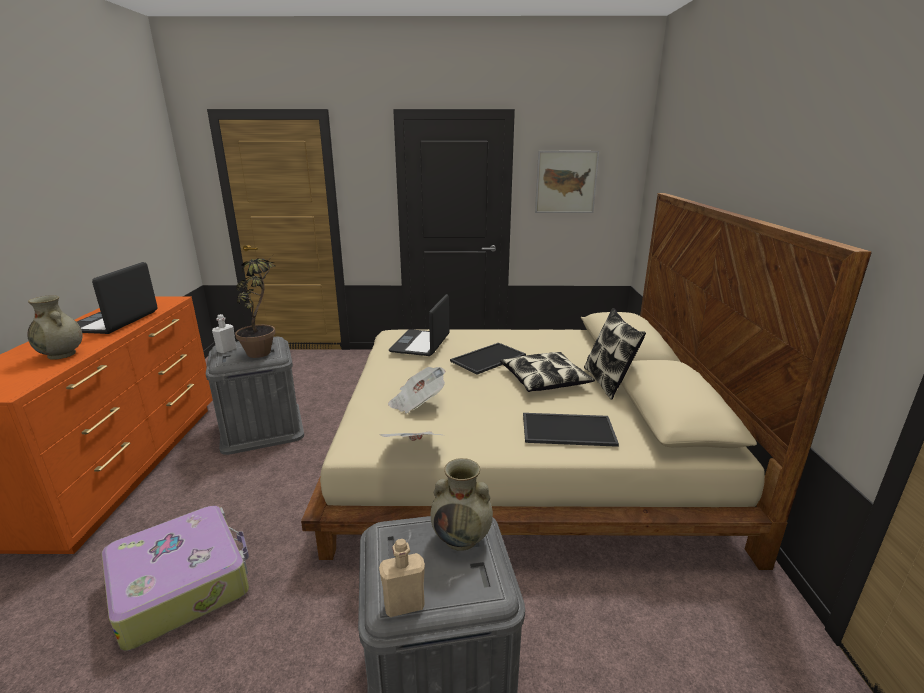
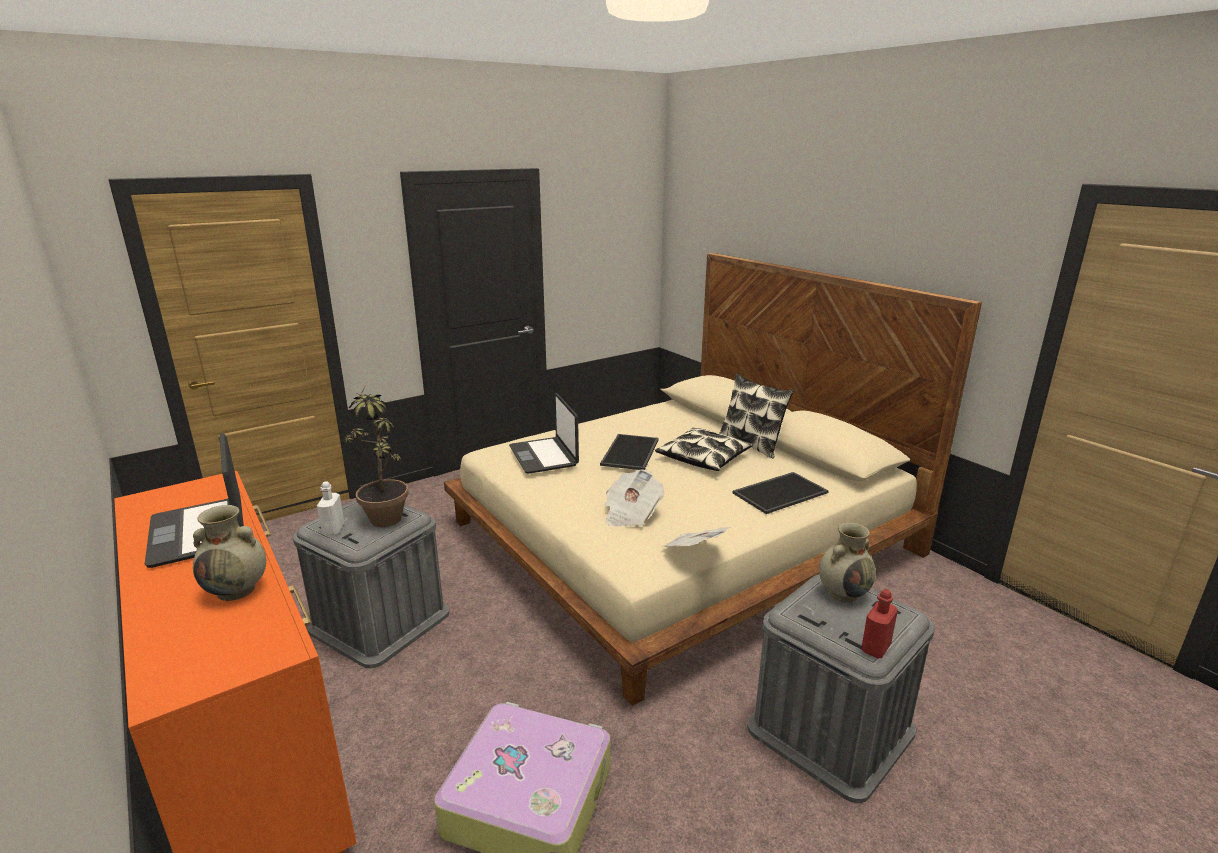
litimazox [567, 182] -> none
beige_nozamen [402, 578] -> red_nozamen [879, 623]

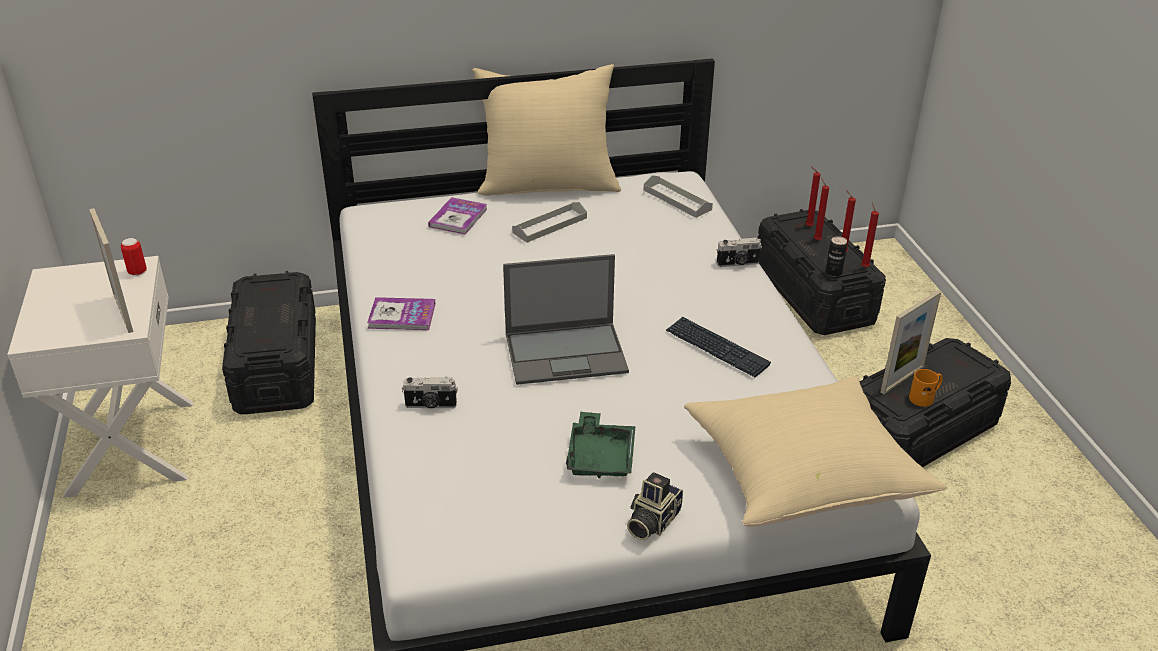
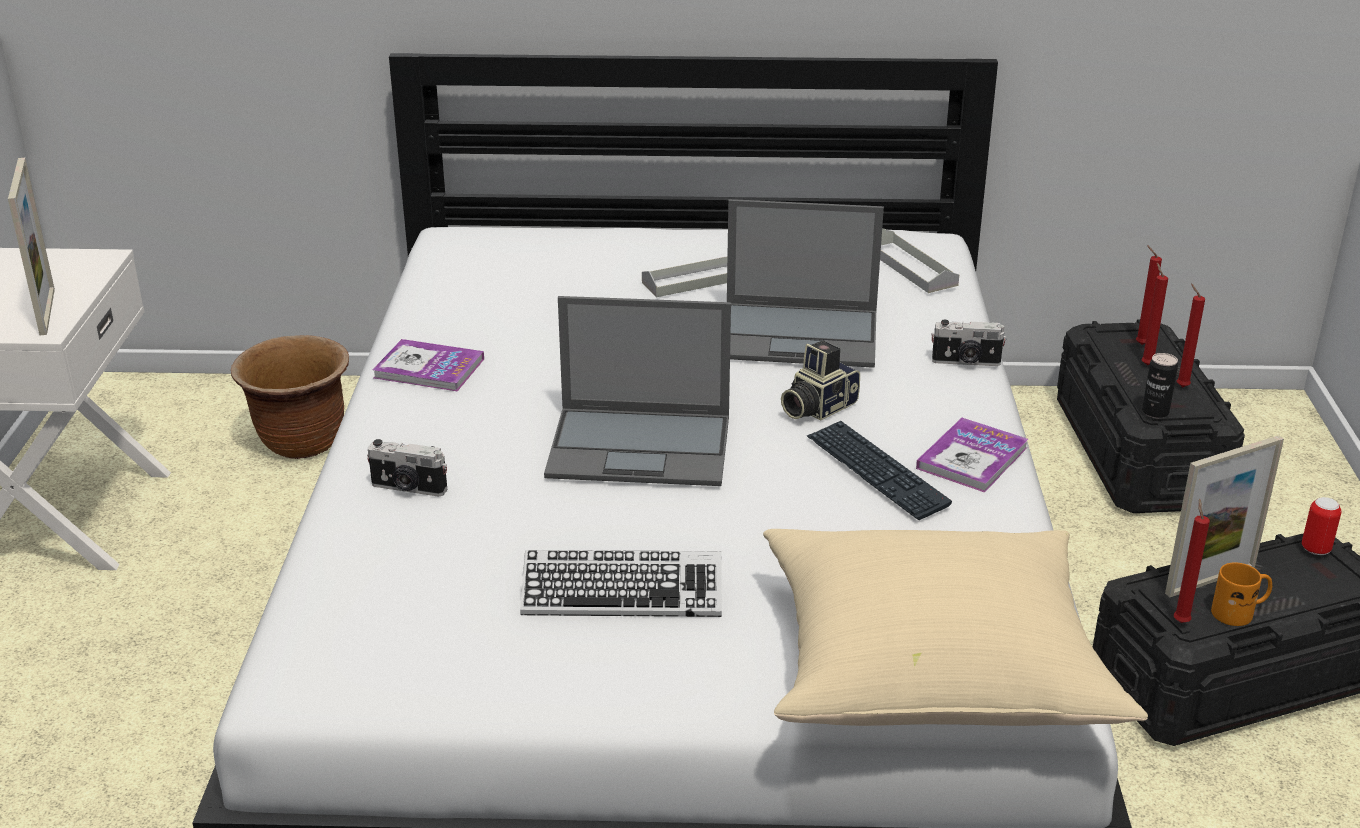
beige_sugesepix [546, 130] -> none
none -> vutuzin [805, 283]
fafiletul [134, 257] -> fafiletul [1321, 526], relocated
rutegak [457, 215] -> rutegak [972, 455], relocated
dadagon [655, 506] -> dadagon [820, 380], relocated
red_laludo [870, 235] -> red_laludo [1192, 561], relocated
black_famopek [269, 342] -> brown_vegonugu [290, 397]
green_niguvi [600, 445] -> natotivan [621, 583]

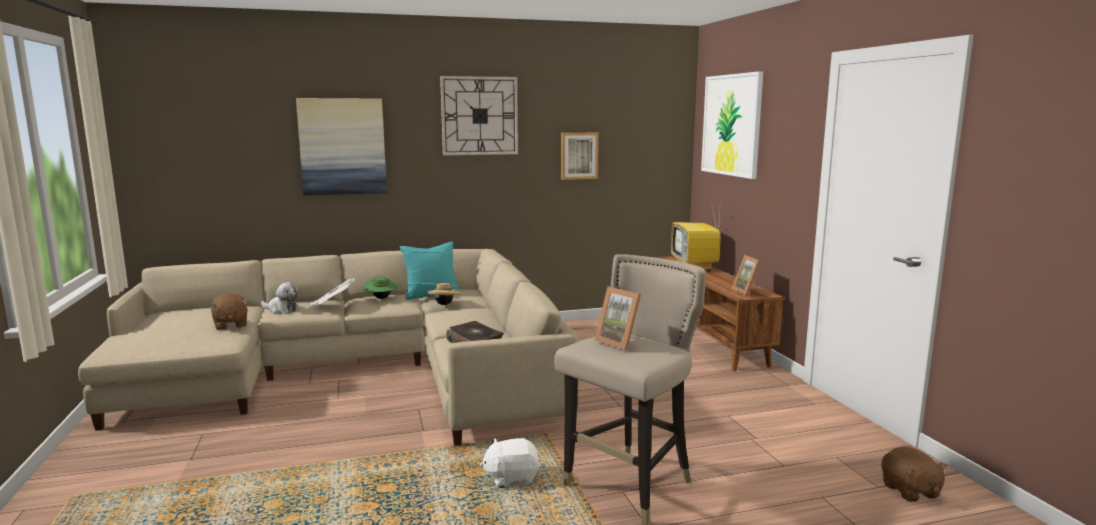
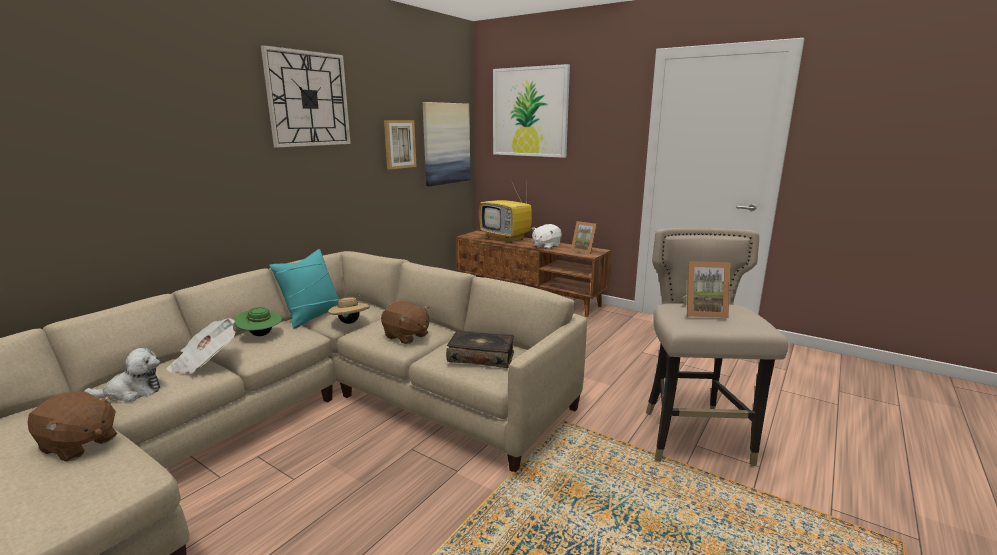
litimazox [341, 147] -> litimazox [446, 144], relocated
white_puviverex [510, 463] -> white_puviverex [547, 237], relocated
brown_puviverex [914, 474] -> brown_puviverex [405, 322], relocated

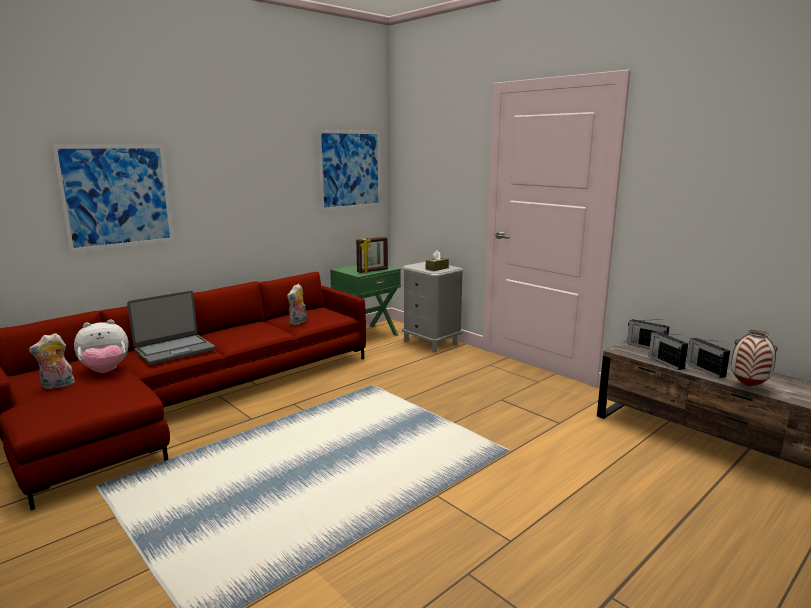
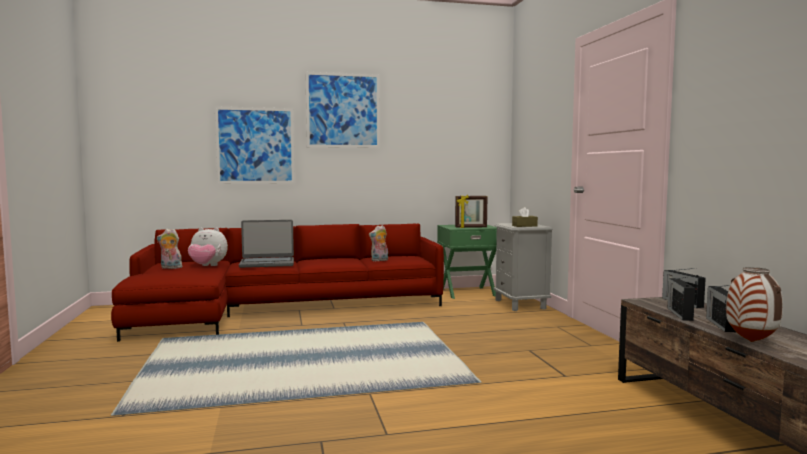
litimazox [349, 170] -> litimazox [342, 110], relocated

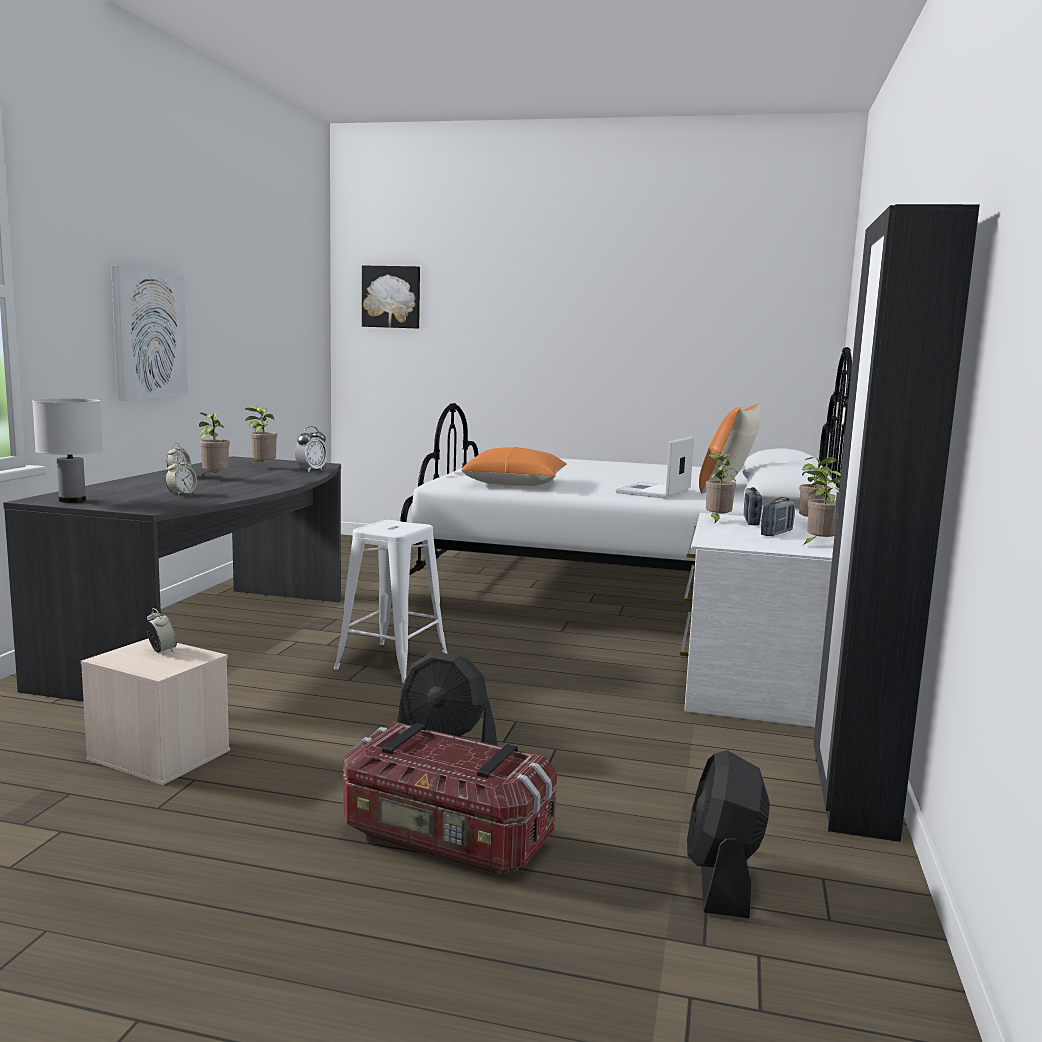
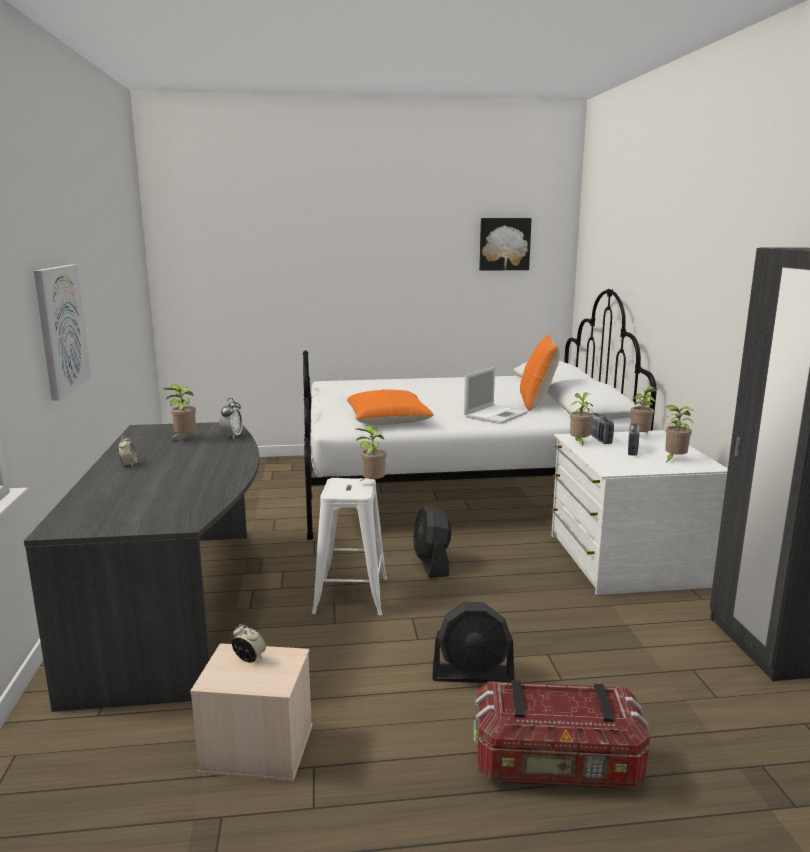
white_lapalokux [67, 450] -> none
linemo [181, 476] -> none
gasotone [214, 444] -> gasotone [371, 453], relocated
litimazox [391, 297] -> litimazox [505, 244], relocated
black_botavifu [728, 834] -> black_botavifu [432, 541], relocated
vutuzin [654, 468] -> vutuzin [496, 395], 150 degrees counterclockwise

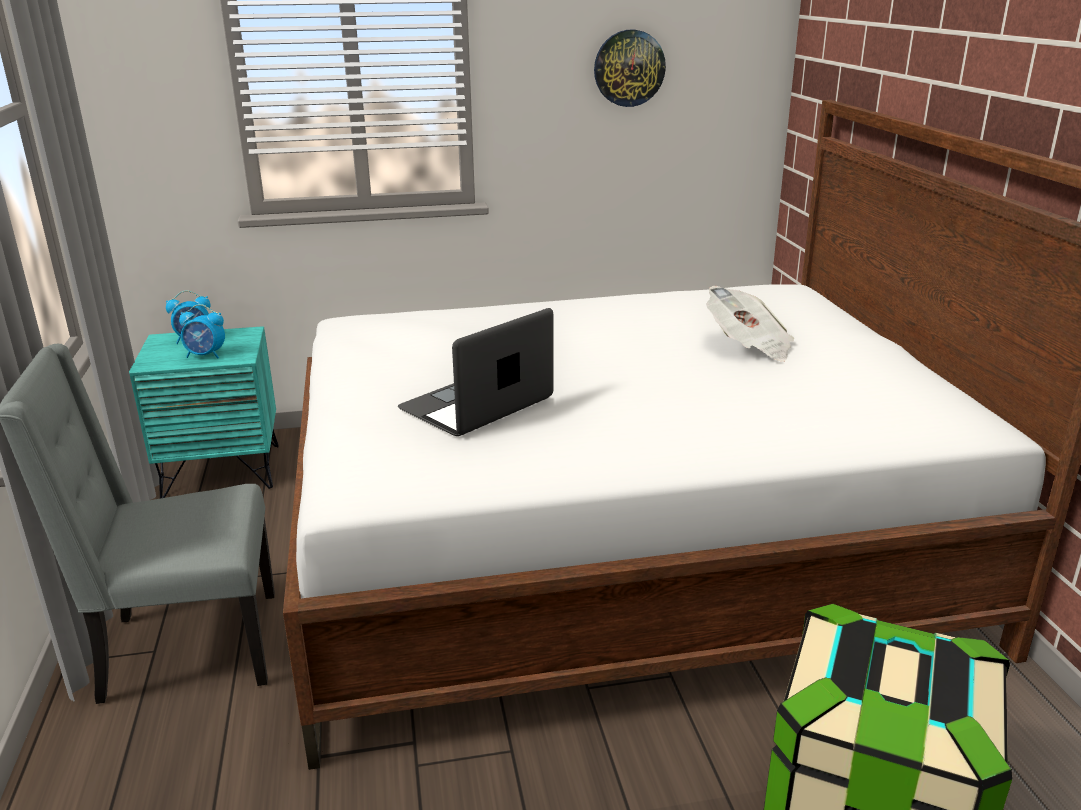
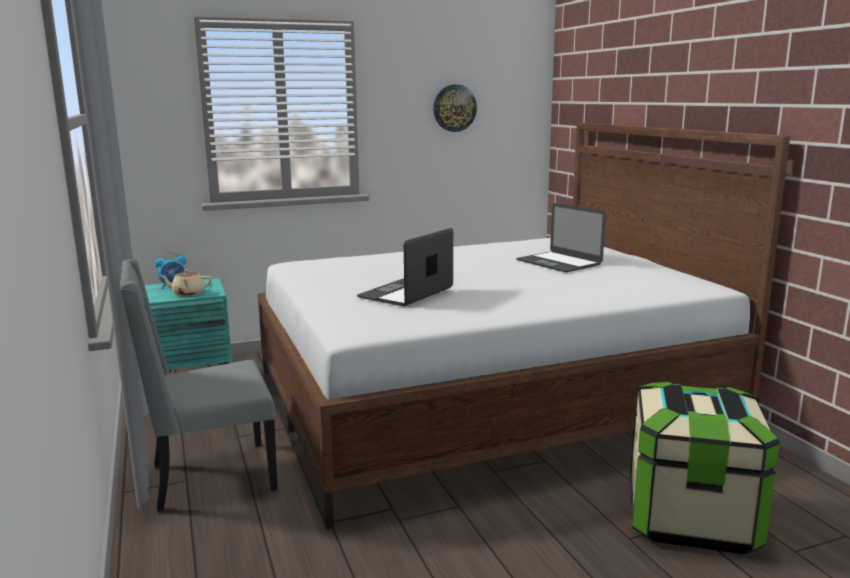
linemo [202, 331] -> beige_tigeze [185, 282]
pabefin [750, 324] -> vutuzin [561, 237]

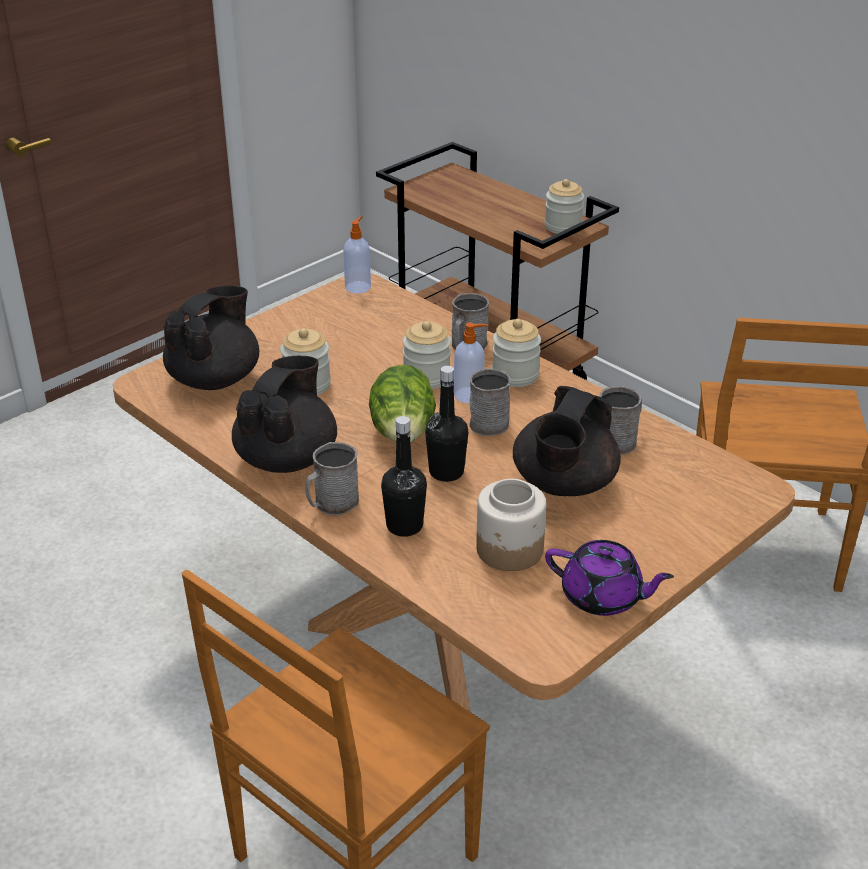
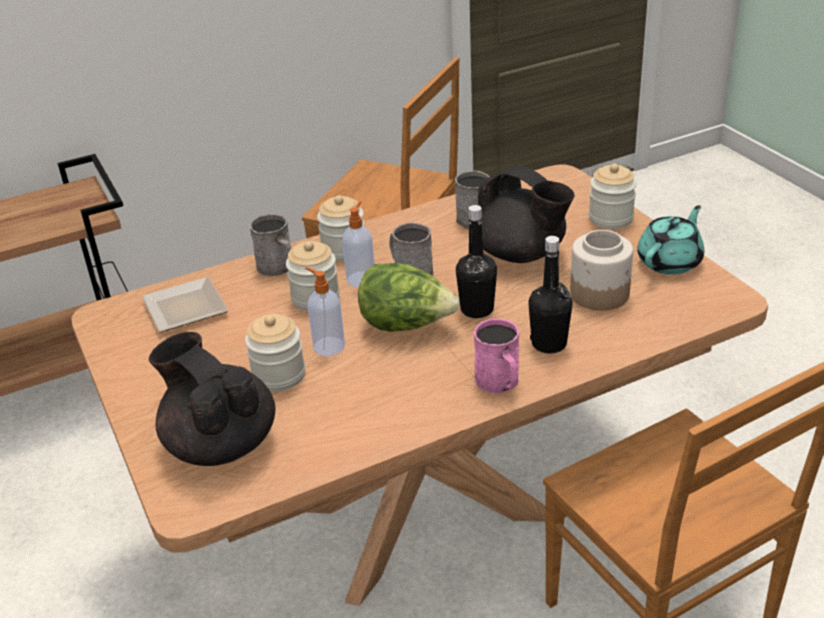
black_tigeze [284, 414] -> none
none -> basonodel [185, 305]
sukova [357, 254] -> sukova [325, 311], relocated
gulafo [564, 206] -> gulafo [613, 196], relocated
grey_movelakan [332, 478] -> pink_movelakan [496, 355]
purple_tigeze [609, 578] -> turquoise_tigeze [670, 240]

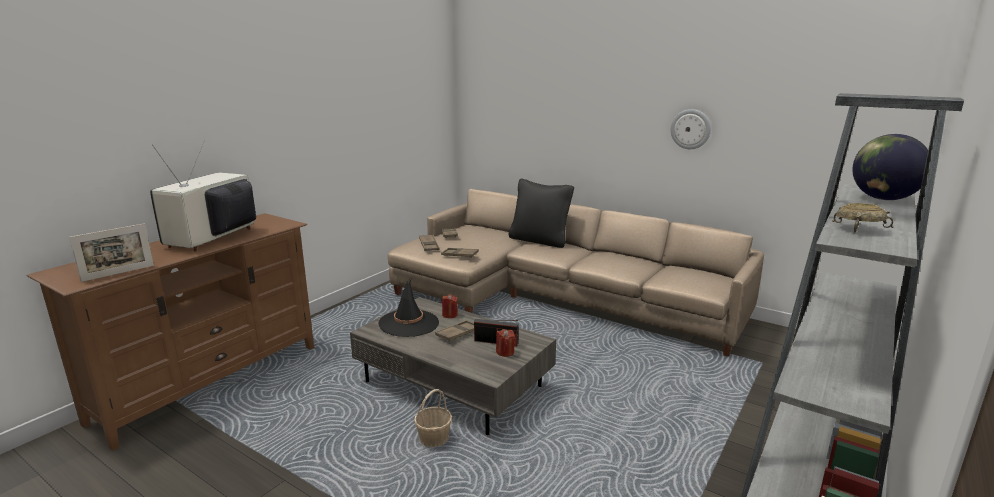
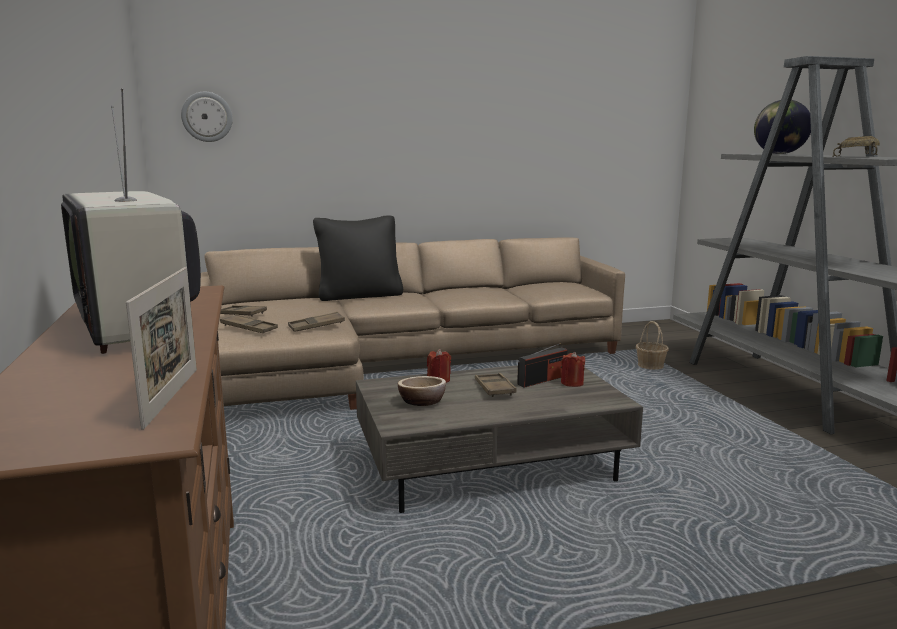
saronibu [433, 418] -> saronibu [652, 345], relocated
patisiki [691, 129] -> patisiki [207, 117], relocated
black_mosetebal [408, 308] -> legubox [422, 391]

